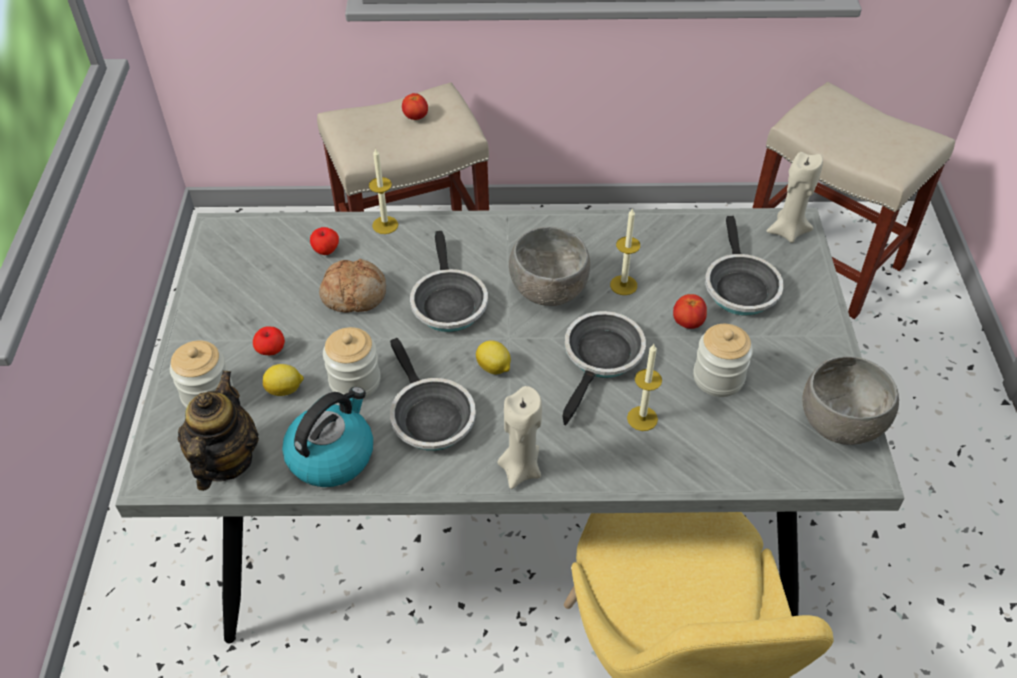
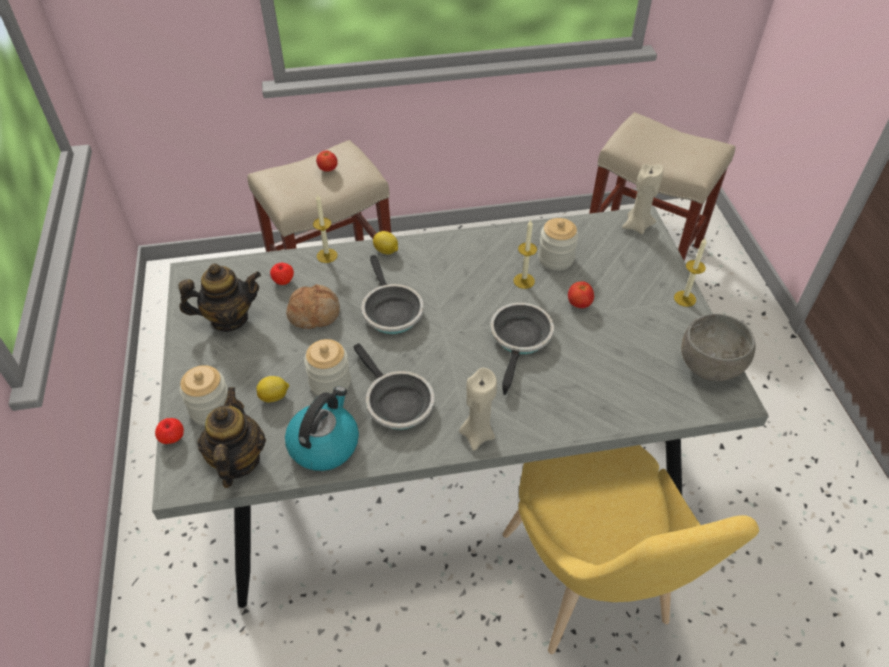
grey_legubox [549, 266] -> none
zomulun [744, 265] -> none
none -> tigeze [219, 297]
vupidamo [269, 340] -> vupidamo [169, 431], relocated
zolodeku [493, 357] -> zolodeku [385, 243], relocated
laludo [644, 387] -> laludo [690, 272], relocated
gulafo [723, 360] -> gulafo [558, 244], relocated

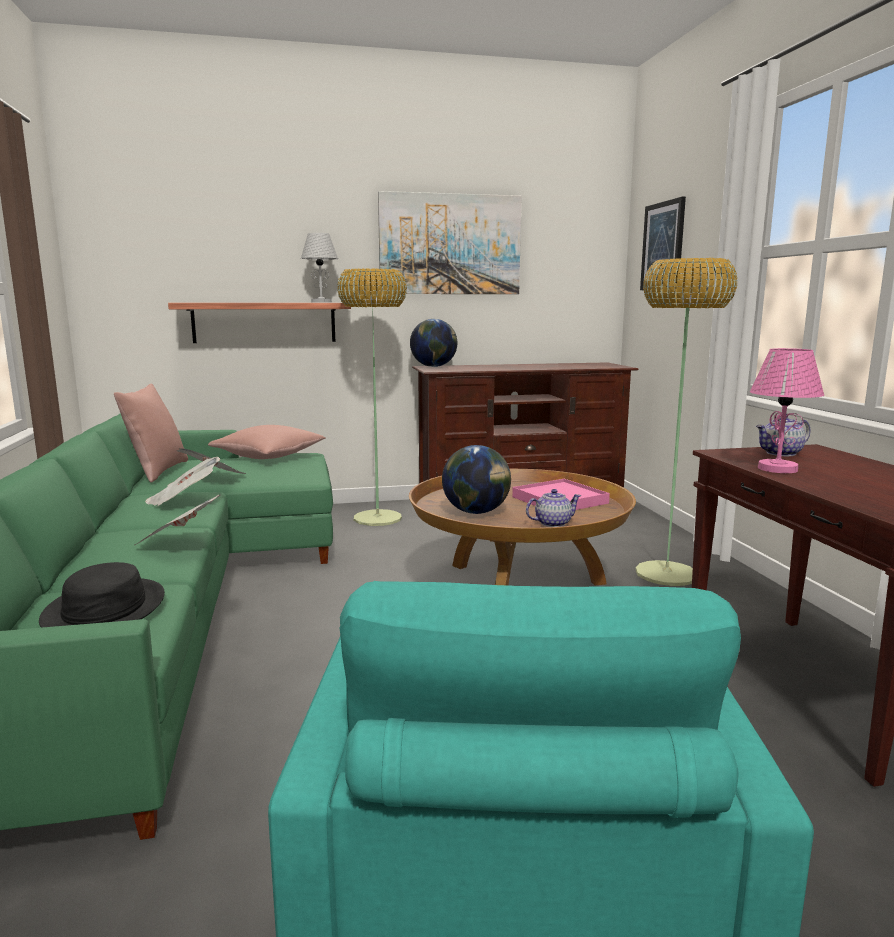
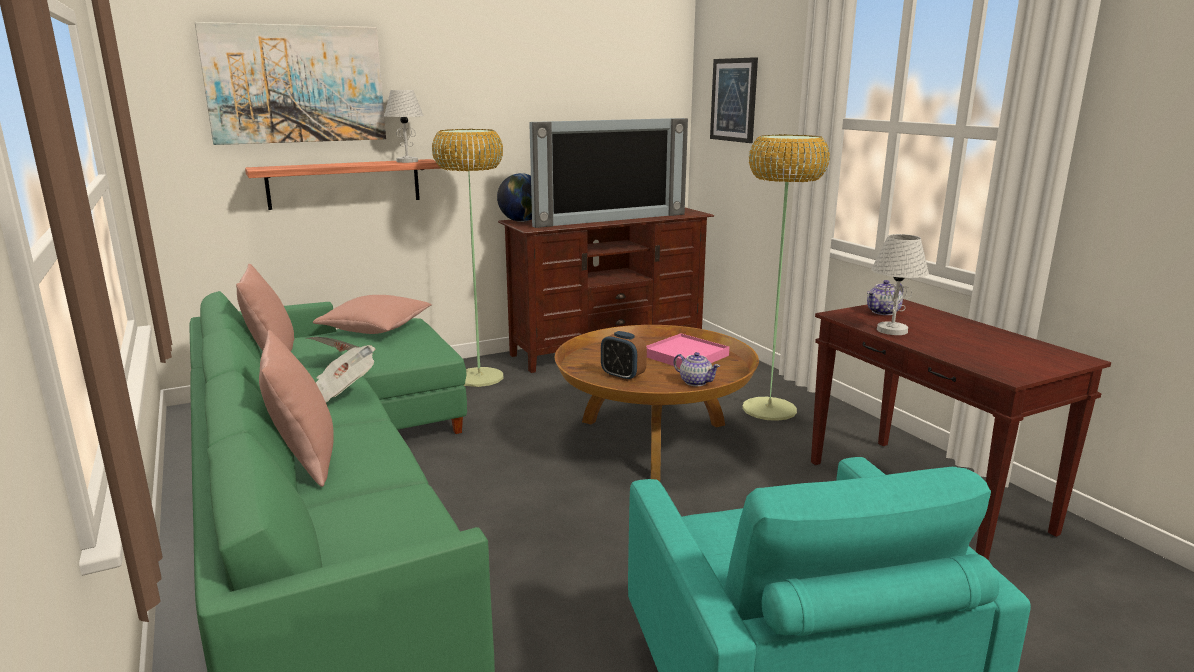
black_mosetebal [102, 595] -> none
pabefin [177, 520] -> none
none -> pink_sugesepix [296, 408]
none -> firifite [608, 173]
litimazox [450, 242] -> litimazox [290, 83], relocated
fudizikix [476, 479] -> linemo [624, 356]
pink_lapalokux [787, 410] -> white_lapalokux [900, 284]
tigeze [553, 508] -> tigeze [697, 369], 75 degrees clockwise

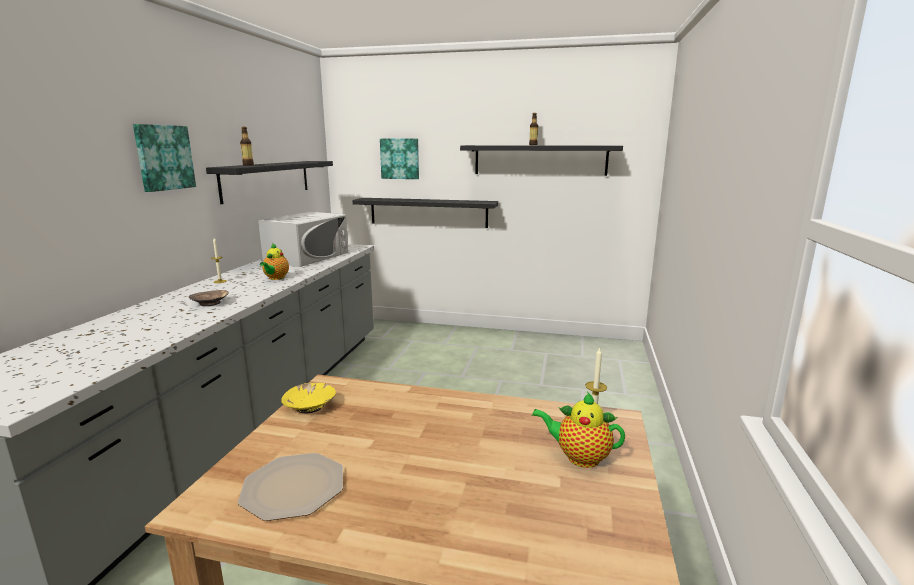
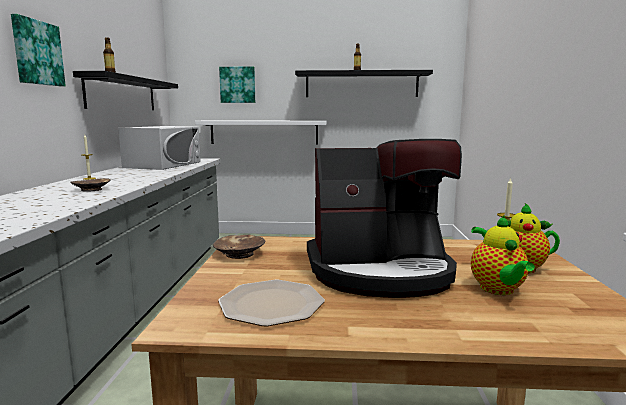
none -> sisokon [384, 218]
tigeze [274, 261] -> tigeze [503, 255], relocated
yellow_legubox [308, 398] -> brown_legubox [239, 247]
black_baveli [425, 213] -> white_baveli [261, 132]

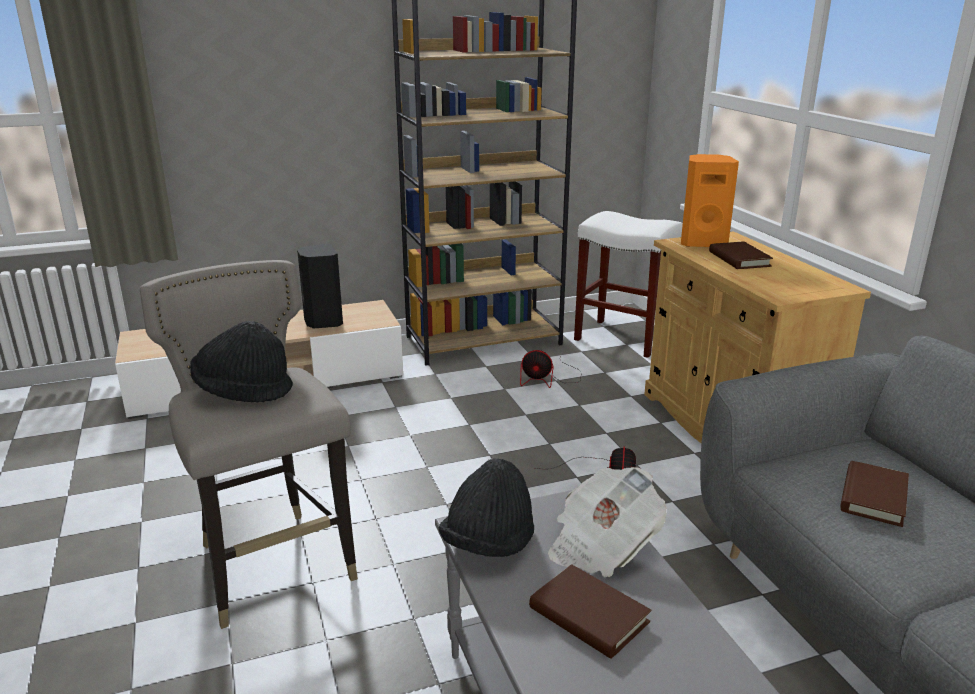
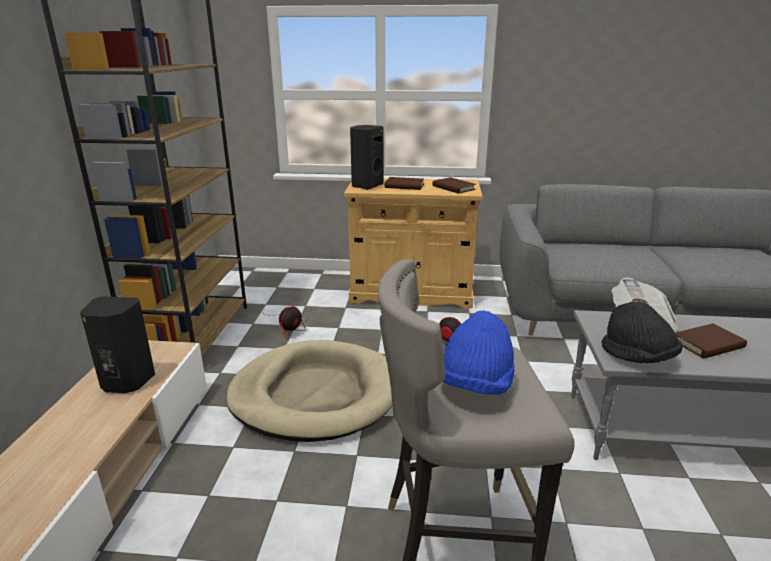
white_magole [628, 284] -> none
none -> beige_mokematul [309, 391]
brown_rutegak [874, 494] -> brown_rutegak [454, 185], relocated
black_mosetebal [241, 362] -> blue_mosetebal [479, 353]
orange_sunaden [710, 200] -> black_sunaden [367, 157]

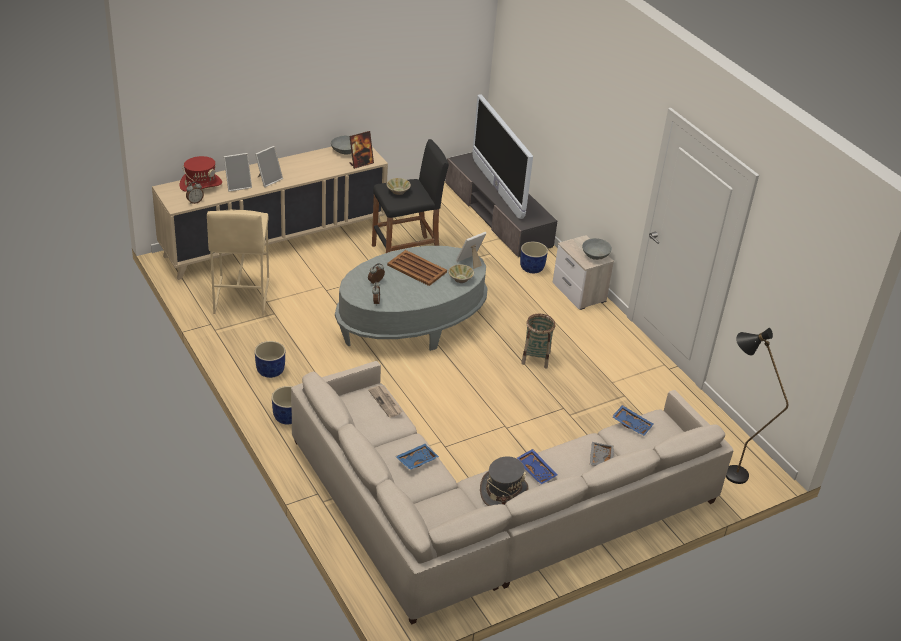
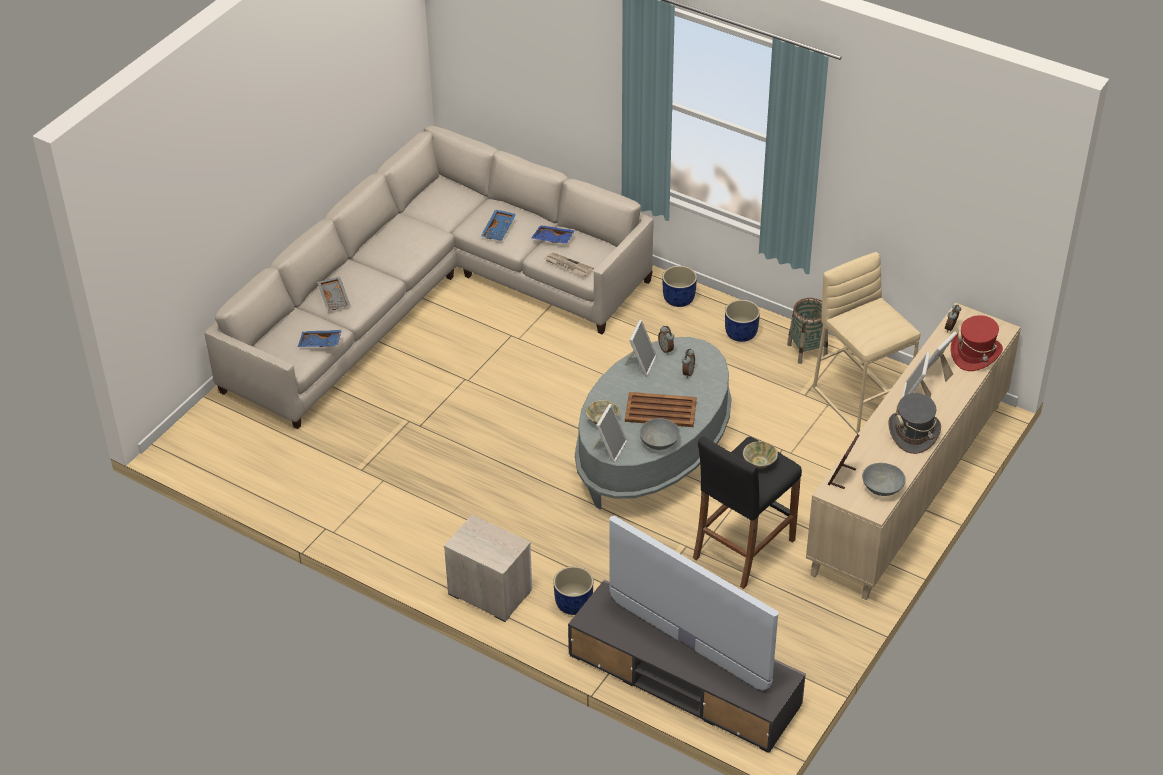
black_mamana [757, 406] -> none
none -> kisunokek [641, 348]
grey_mosetebal [504, 481] -> grey_mosetebal [914, 423], relocated
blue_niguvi [537, 467] -> blue_niguvi [553, 234], relocated
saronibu [538, 341] -> saronibu [807, 331], relocated
grey_legubox [597, 249] -> grey_legubox [659, 434], relocated

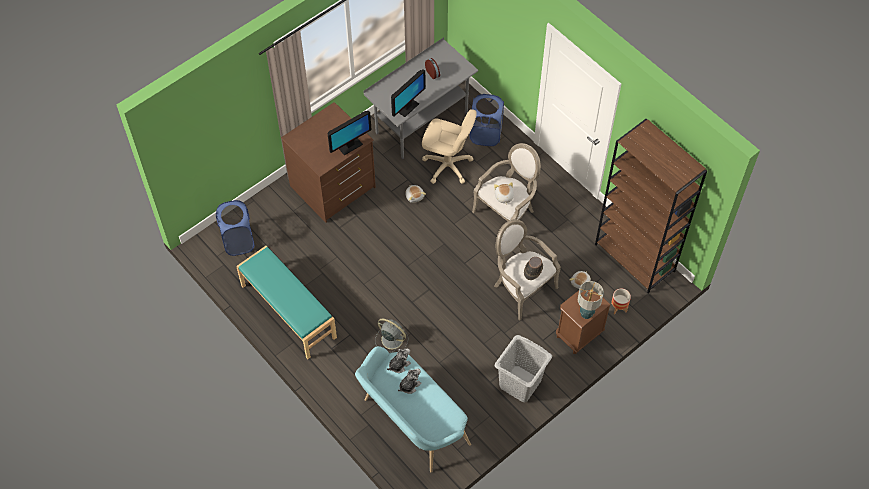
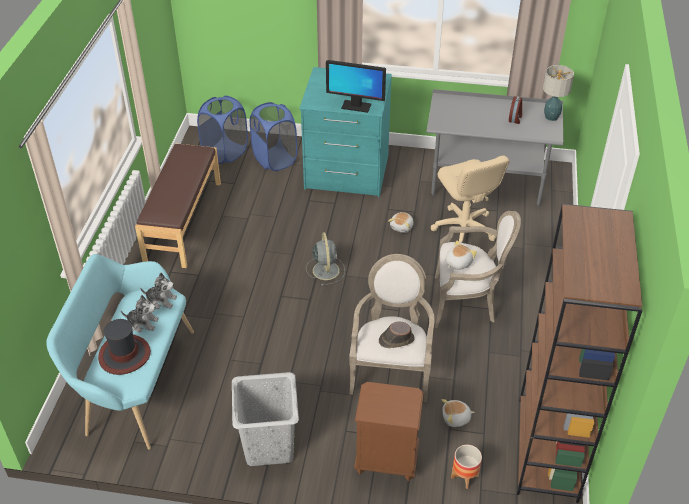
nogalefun [408, 93] -> none
none -> mosetebal [124, 347]
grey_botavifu [391, 335] -> grey_botavifu [325, 259], relocated
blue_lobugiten [487, 120] -> blue_lobugiten [273, 136], relocated
lapalokux [591, 300] -> lapalokux [558, 93], relocated
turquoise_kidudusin [286, 302] -> brown_kidudusin [178, 205]
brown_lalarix [328, 162] -> turquoise_lalarix [345, 132]

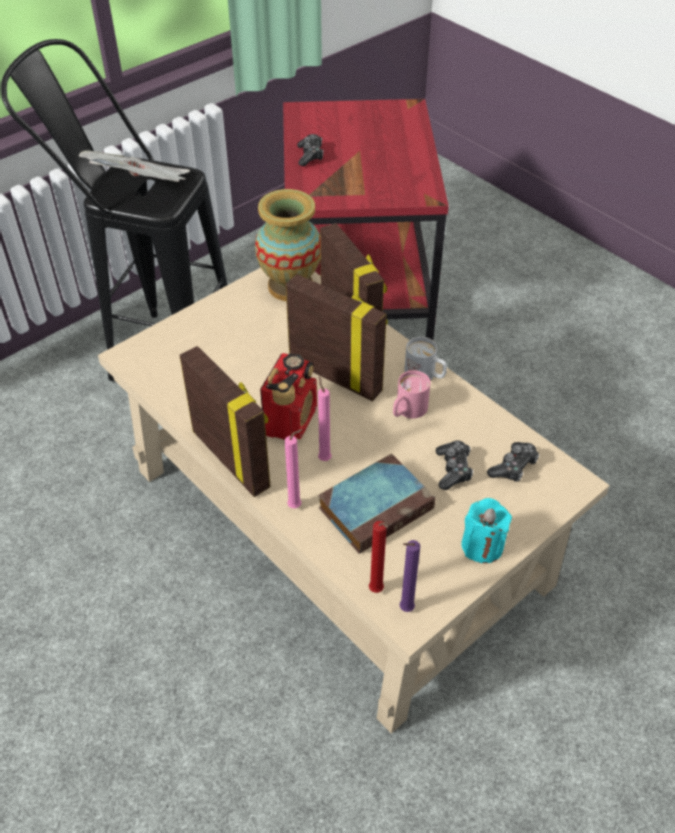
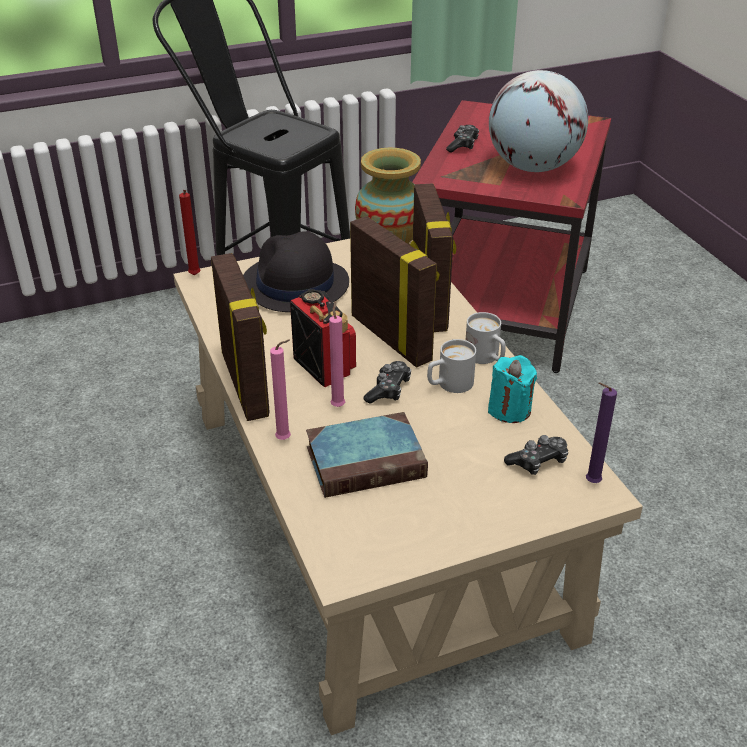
pabefin [134, 166] -> none
none -> black_mosetebal [296, 271]
none -> fudizikix [538, 121]
red_laludo [378, 557] -> red_laludo [190, 232], relocated
purple_laludo [410, 576] -> purple_laludo [601, 432], relocated
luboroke [454, 465] -> luboroke [387, 382], relocated
turquoise_laludo [486, 530] -> turquoise_laludo [512, 389], relocated
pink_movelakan [412, 394] -> white_movelakan [451, 366]
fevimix [288, 396] -> fevimix [323, 338], 75 degrees counterclockwise

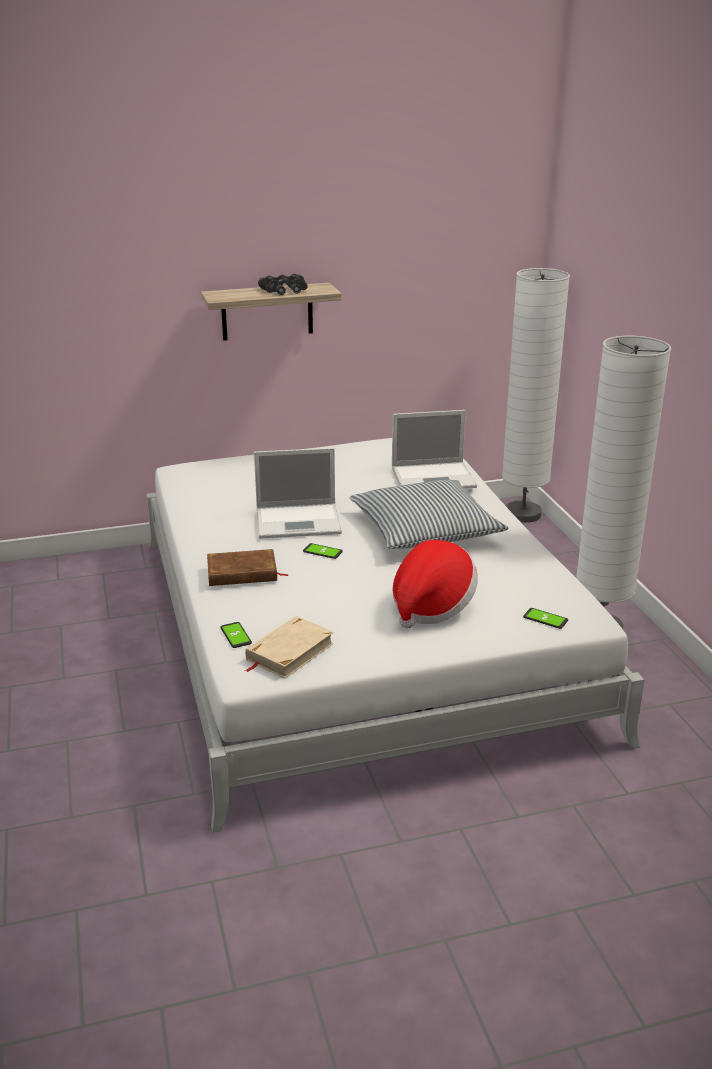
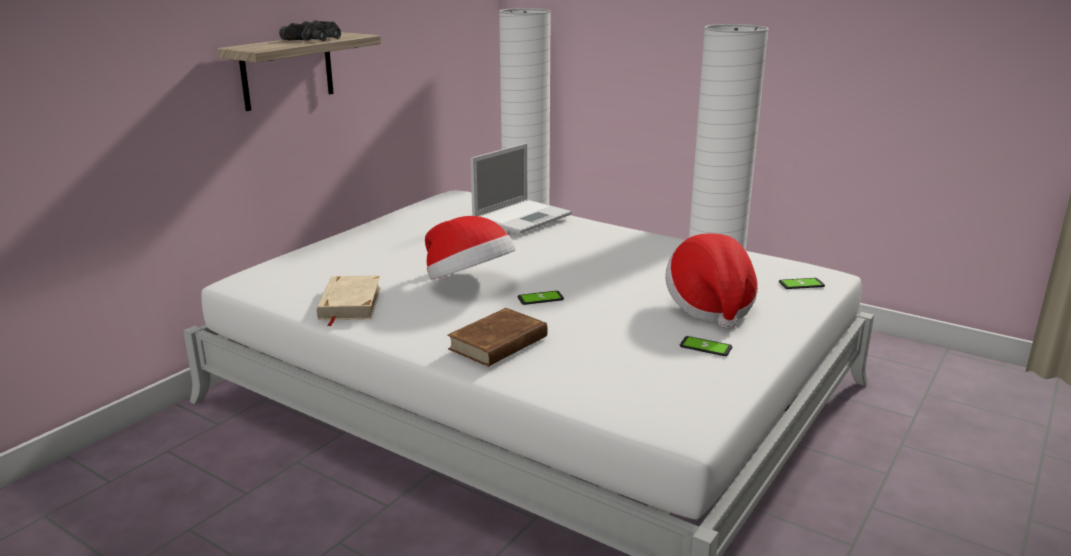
sugesepix [428, 514] -> none
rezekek [236, 635] -> rezekek [706, 346], relocated
beige_rutegak [289, 647] -> beige_rutegak [349, 301], relocated
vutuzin [298, 493] -> mosetebal [470, 248]

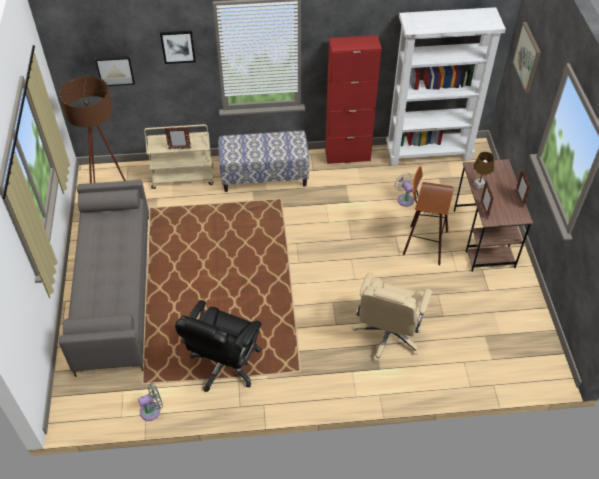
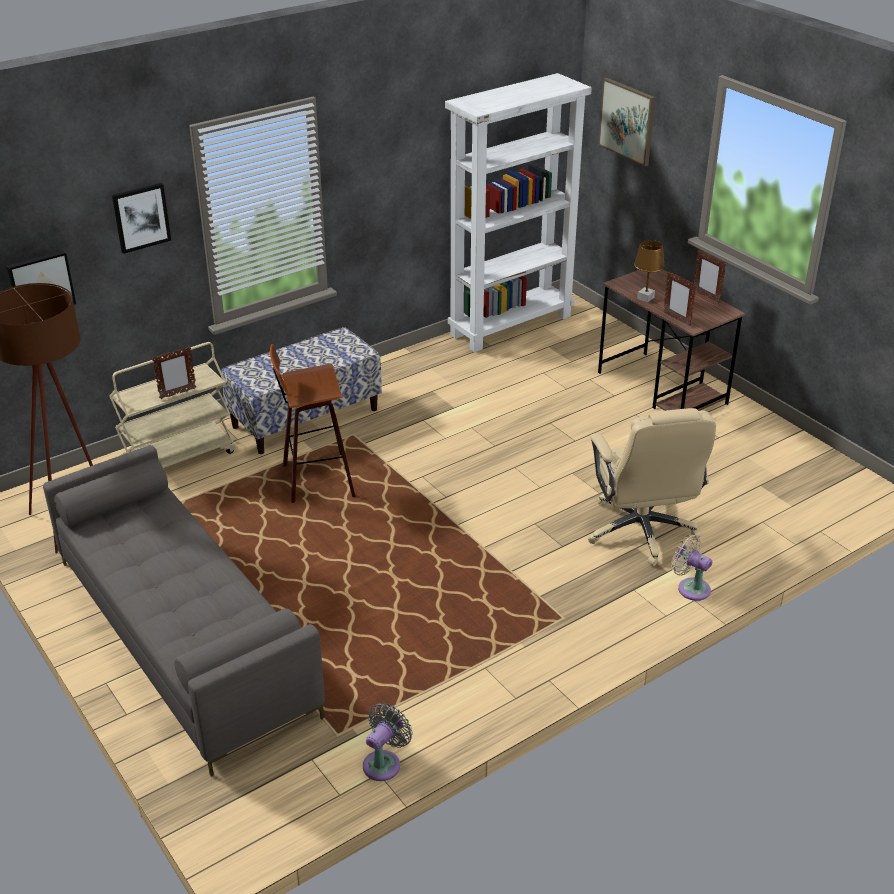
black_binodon [218, 346] -> none
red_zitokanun [353, 99] -> none
beige_botavifu [404, 190] -> beige_botavifu [691, 568], relocated
magole [428, 216] -> magole [312, 423], relocated

